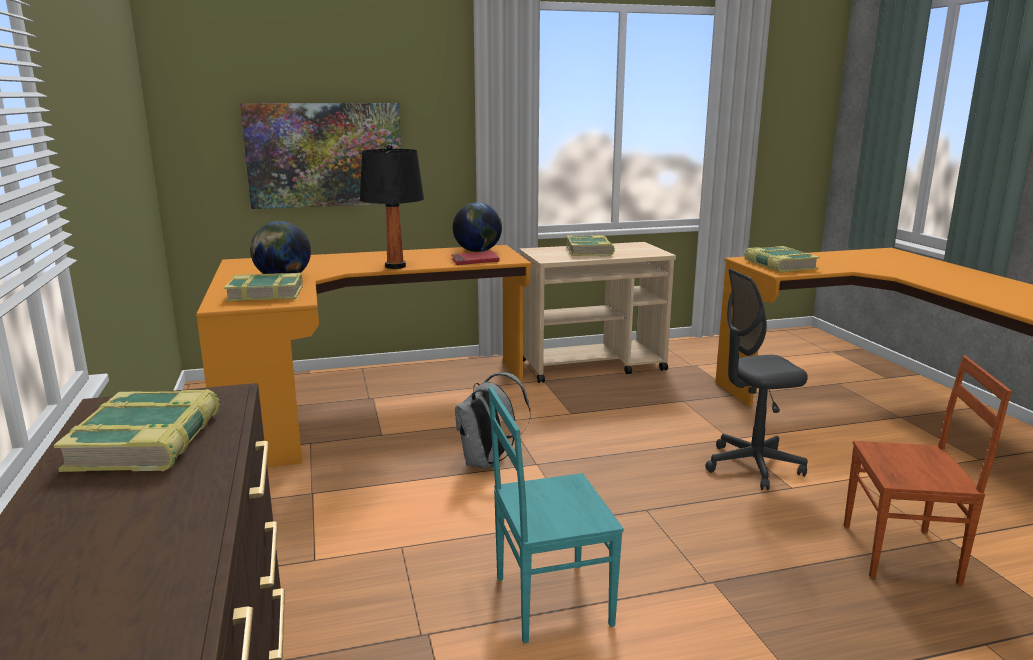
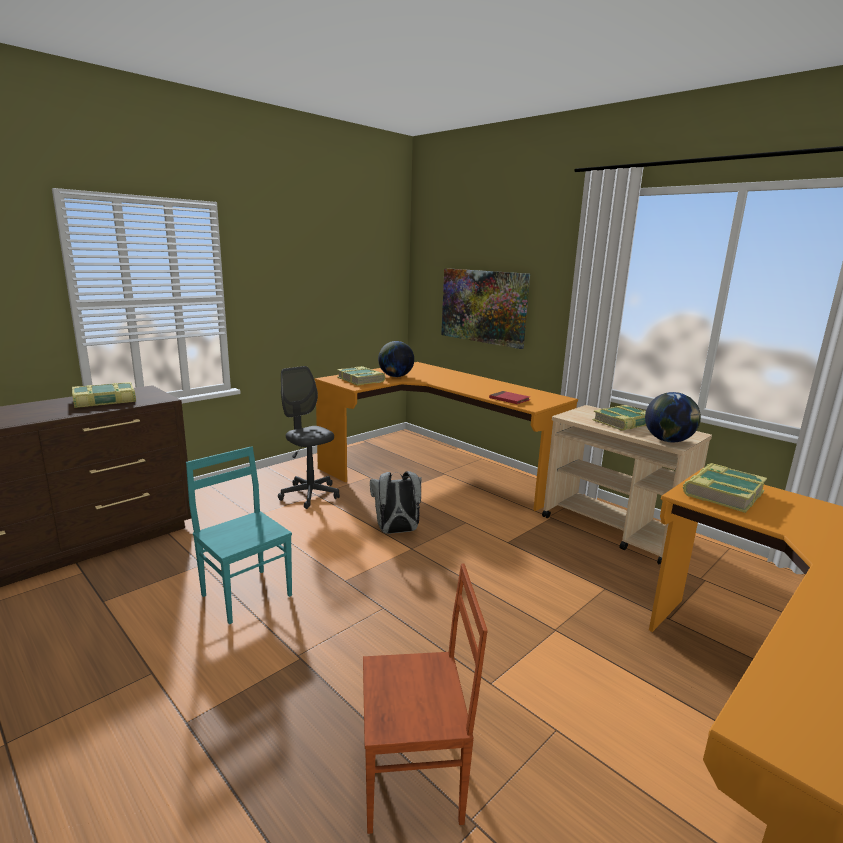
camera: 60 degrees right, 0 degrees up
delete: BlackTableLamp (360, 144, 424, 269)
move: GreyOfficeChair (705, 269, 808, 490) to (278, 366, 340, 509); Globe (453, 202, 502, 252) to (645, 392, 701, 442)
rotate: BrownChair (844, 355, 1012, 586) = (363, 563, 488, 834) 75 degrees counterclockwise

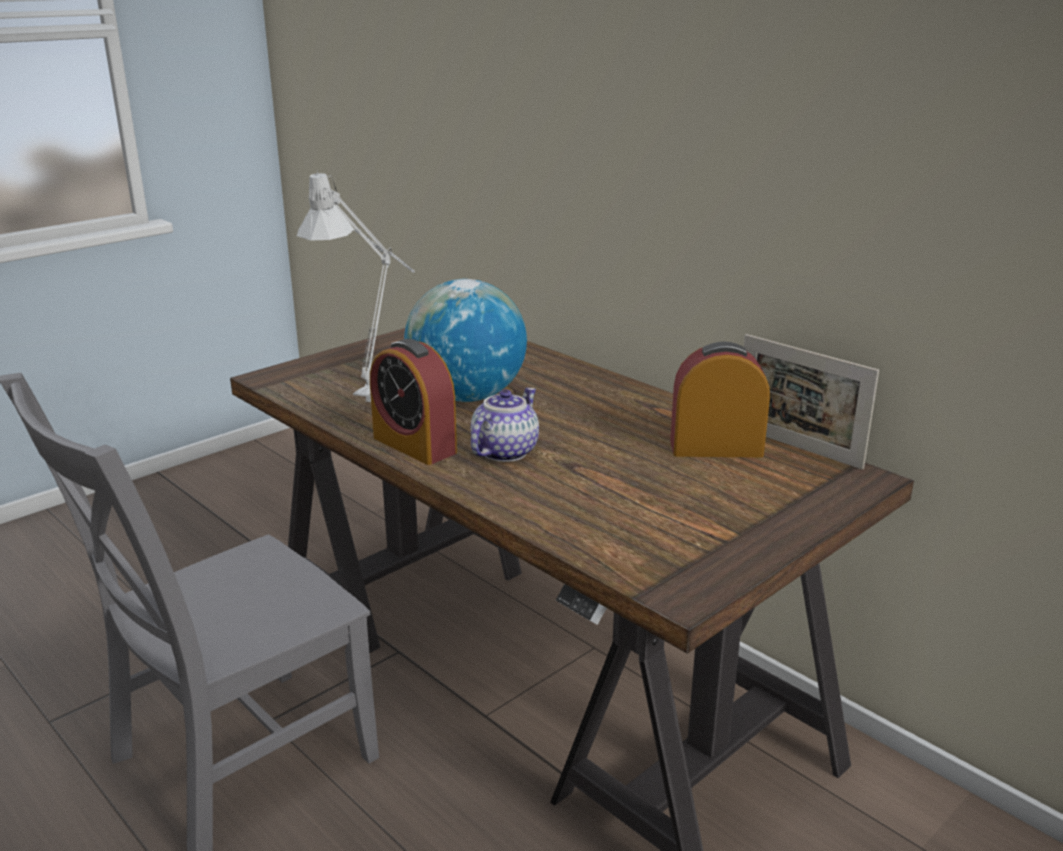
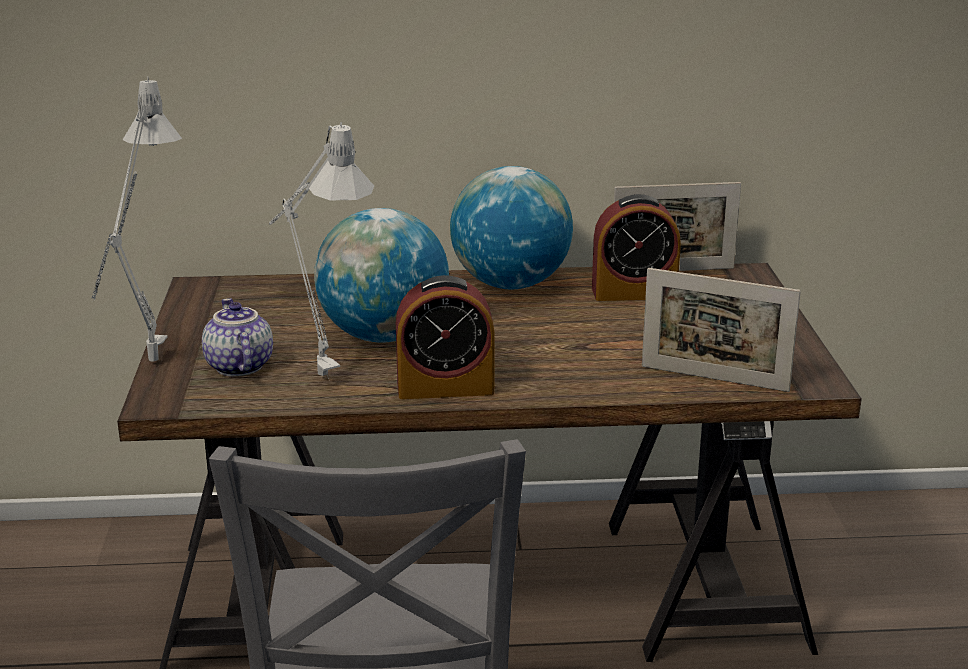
camera: 50 degrees left, 0 degrees up
insert: GreyTableLamp (92, 76, 182, 362); Globe (450, 166, 573, 289); PictureFrame (642, 268, 801, 392)
move: Teapot (471, 388, 539, 462) to (202, 298, 273, 377)
rotate: AlarmClock (670, 341, 770, 458) = (592, 194, 681, 301) 135 degrees counterclockwise

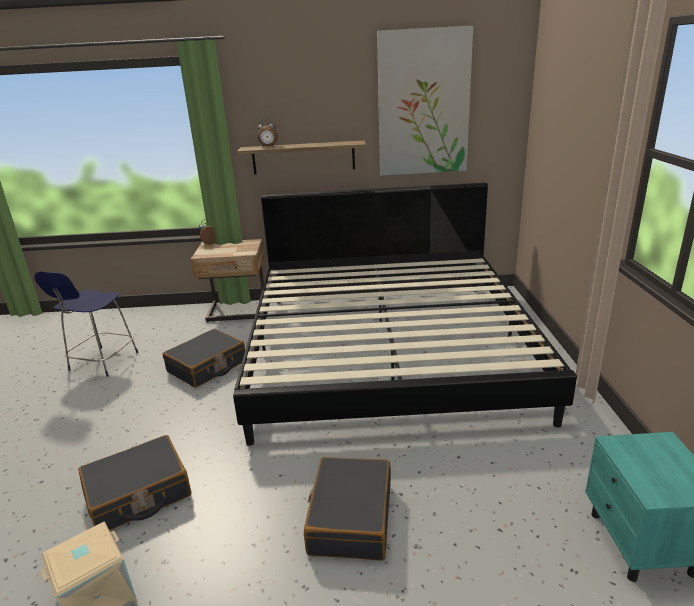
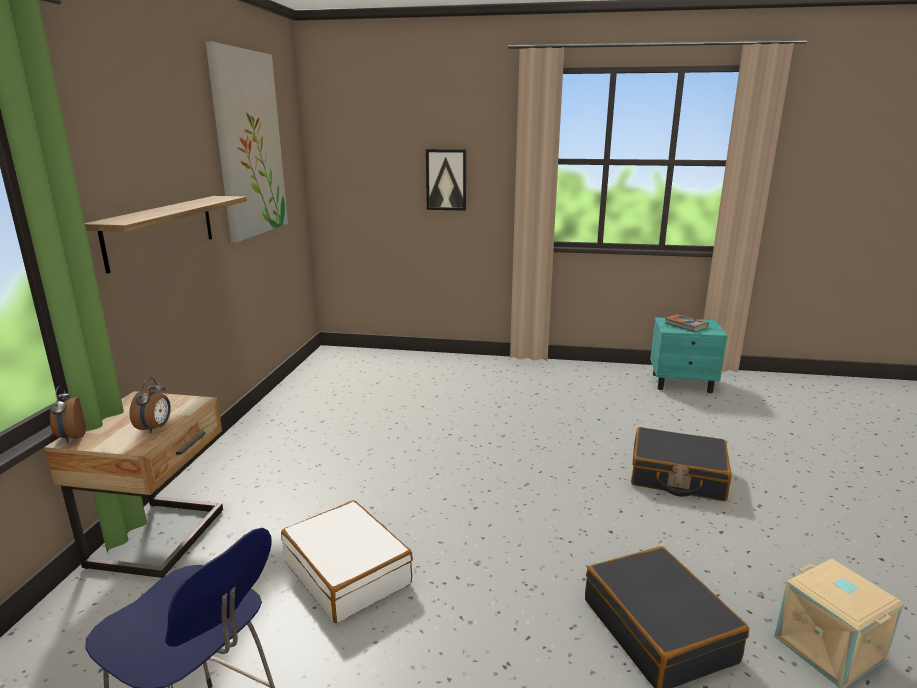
camera: 80 degrees left, 5 degrees down
delete: Bed (233, 183, 577, 446)
insert: Picture (426, 149, 467, 211); Book (665, 314, 709, 332)
move: AlarmClock (257, 118, 278, 147) to (129, 378, 171, 433)
recolor: BlackSuitcase (162, 329, 245, 388) to WhiteSuitcase (281, 500, 413, 623)

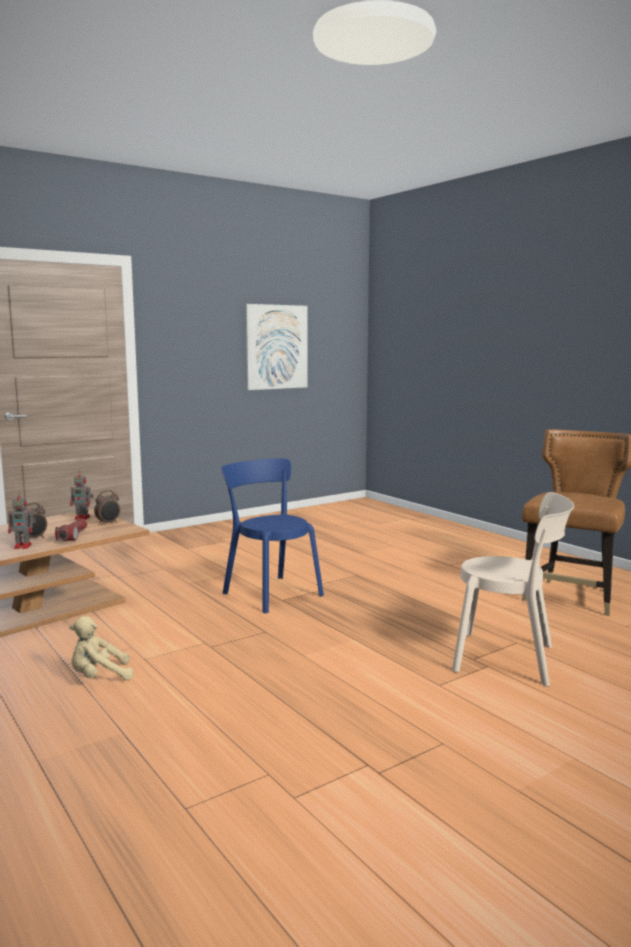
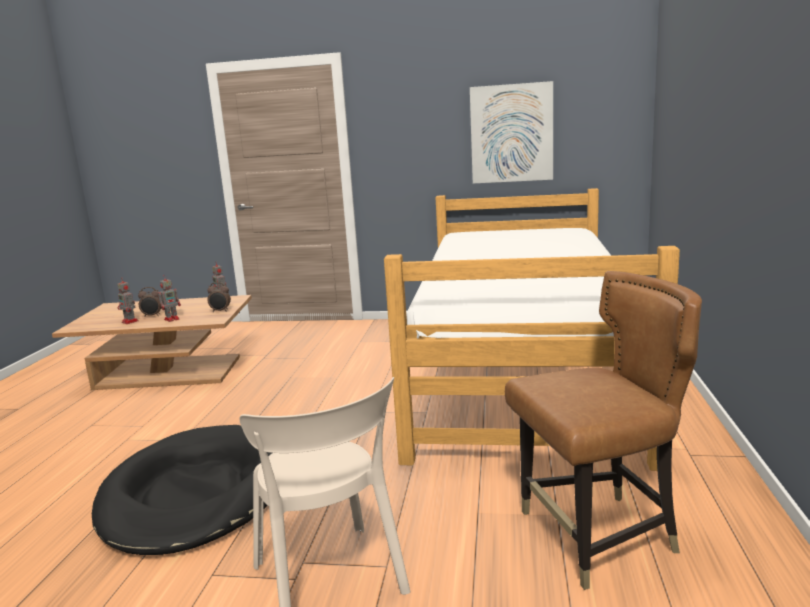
camera: 45 degrees right, 5 degrees up
delete: BeigePlushToy (69, 616, 133, 680); BlueChair (221, 458, 324, 614)
insert: BlackDogBed (92, 425, 272, 555); Bed (384, 188, 680, 471)
replace: Flashlight (55, 519, 87, 541) to ToyRobot (158, 275, 181, 322)

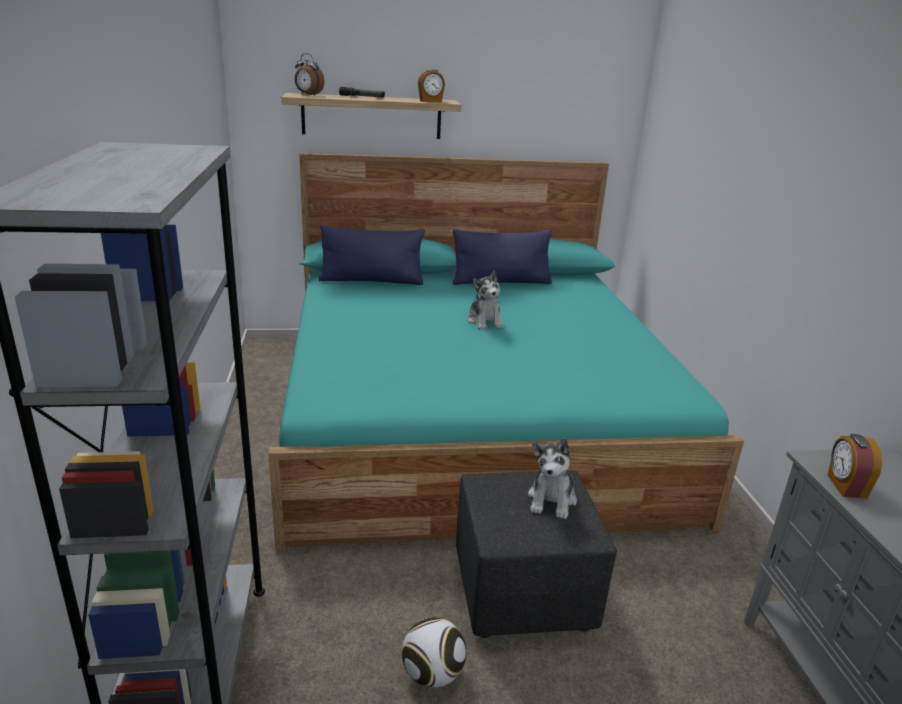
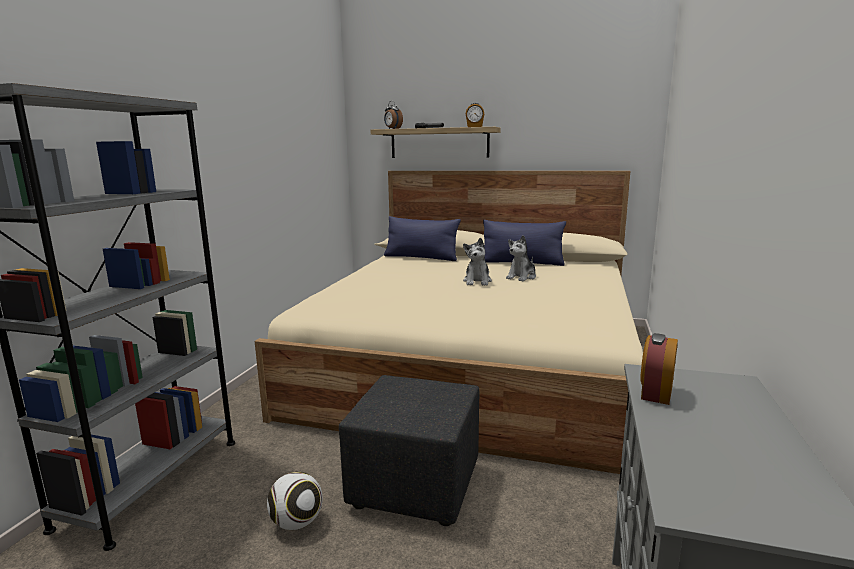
camera: 25 degrees right, 10 degrees down
move: PlushToy (528, 438, 577, 519) to (506, 235, 536, 281)
recolor: TurquoiseBed (268, 153, 744, 551) to BeigeBed (255, 171, 643, 474)

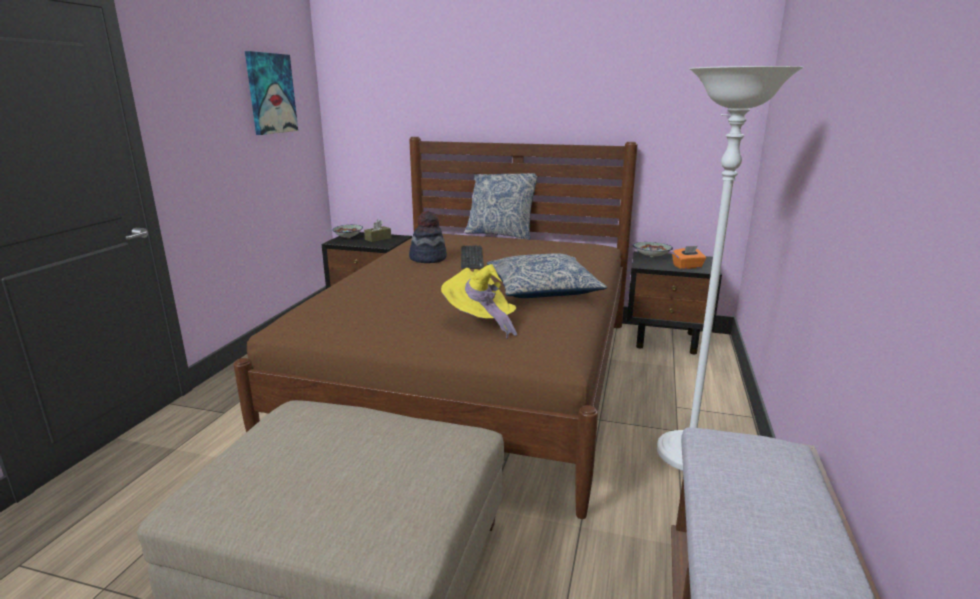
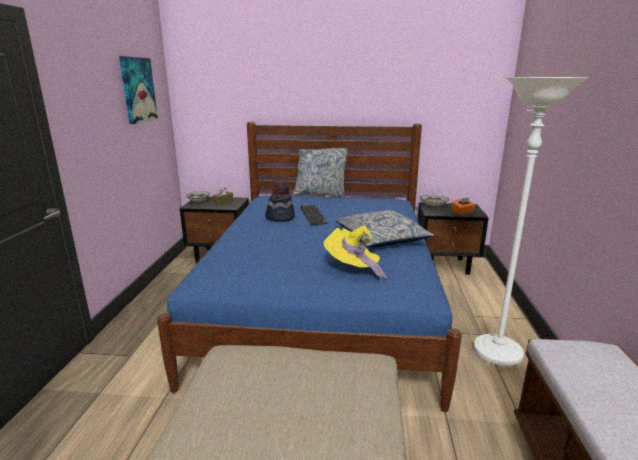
camera: 10 degrees left, 0 degrees up
recolor: BrownBed (233, 137, 638, 519) to BlueBed (157, 122, 462, 412)

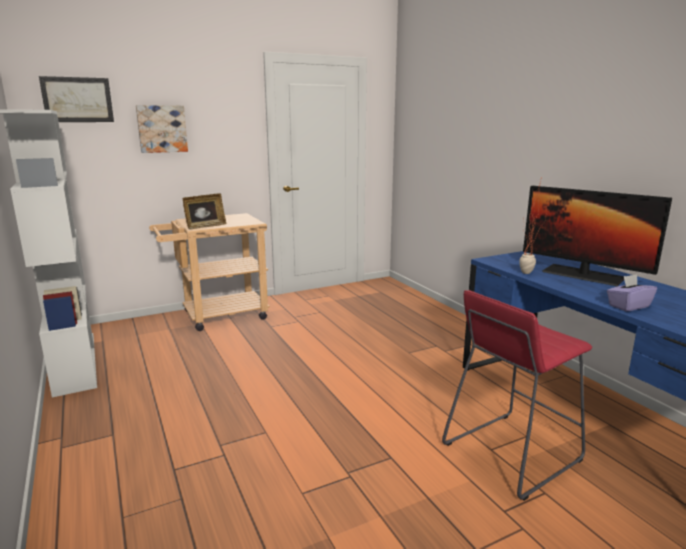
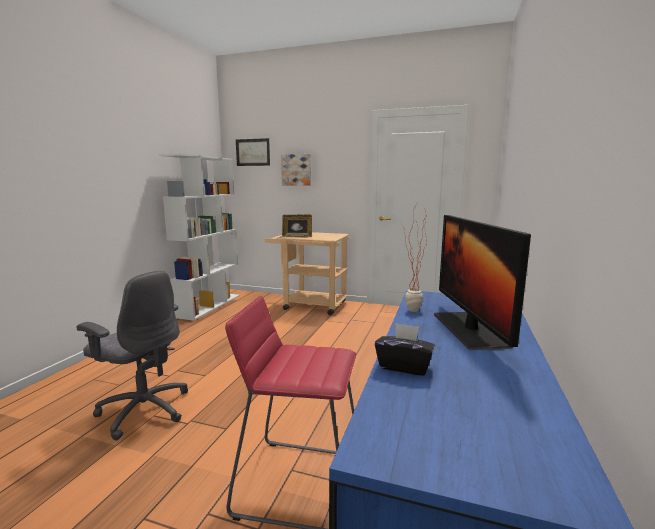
camera: 45 degrees right, 5 degrees down
insert: GreyOfficeChair (77, 270, 188, 441)
recolor: PurpleTissueBox (607, 274, 657, 312) to BlackTissueBox (375, 323, 435, 376)

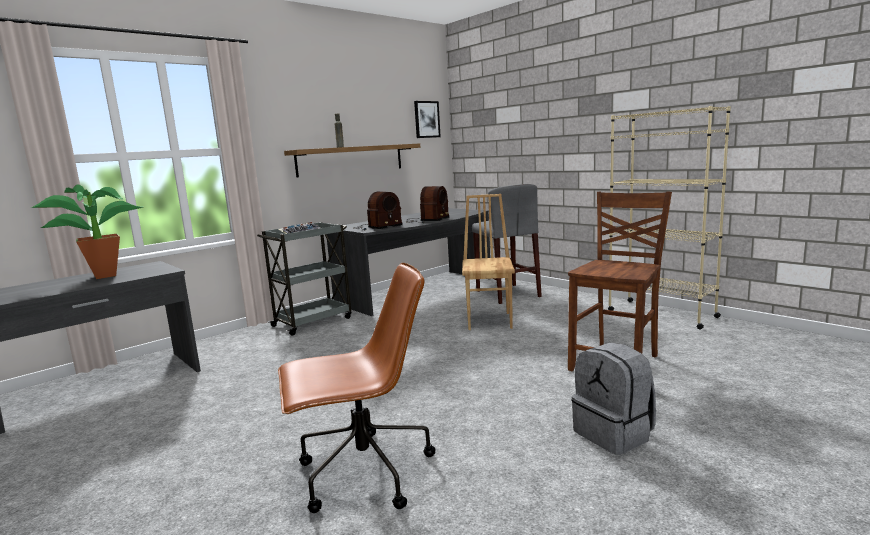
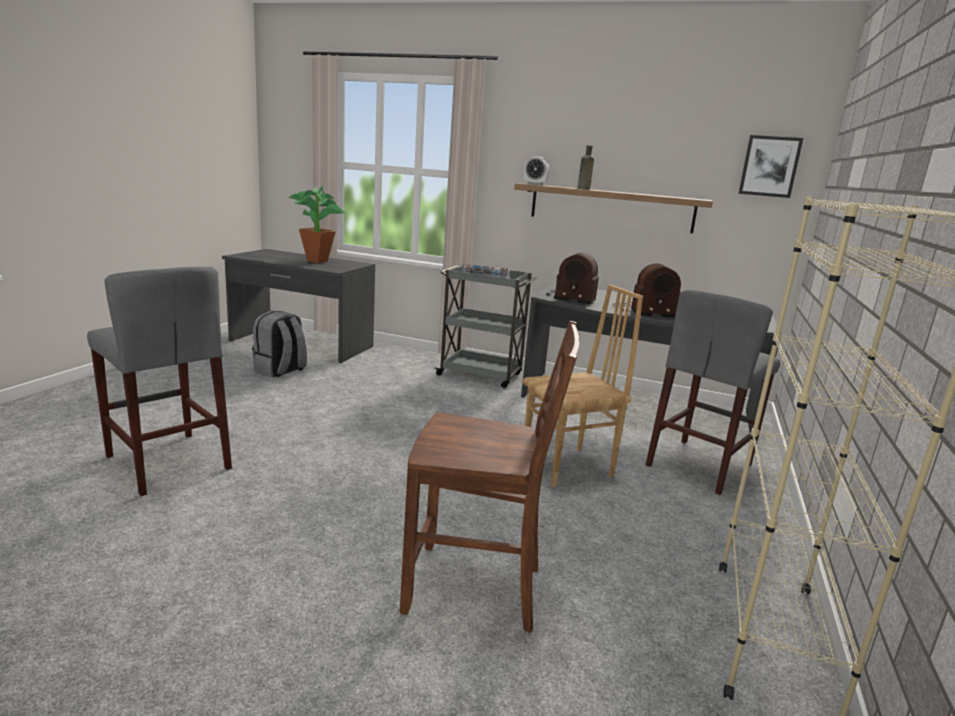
camera: 60 degrees right, 5 degrees up
insert: AlarmClock (524, 156, 549, 185)
move: GreyBackpack (572, 342, 656, 455) to (252, 311, 307, 377)
replace: BrownOfficeChair (278, 263, 435, 513) to GreyStool (87, 267, 232, 496)

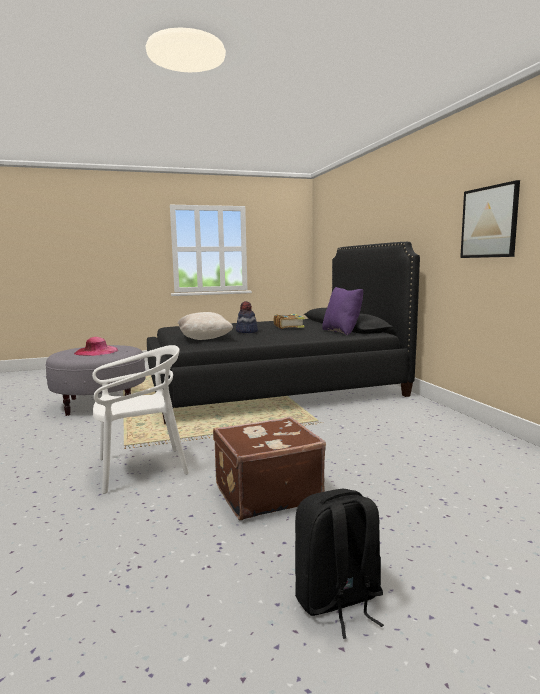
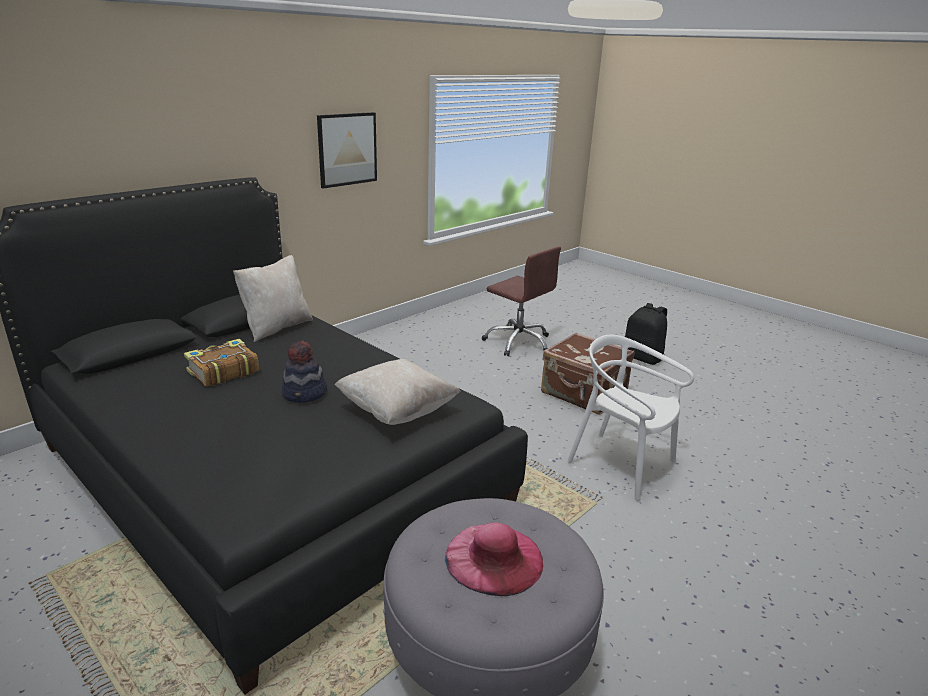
camera: 120 degrees left, 15 degrees up
insert: BrownOfficeChair (482, 246, 561, 356)
recolor: PurplePillow (322, 287, 363, 336) to BeigePillow (233, 255, 313, 342)

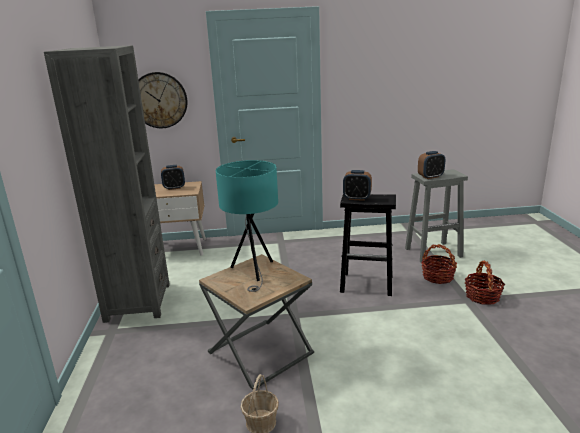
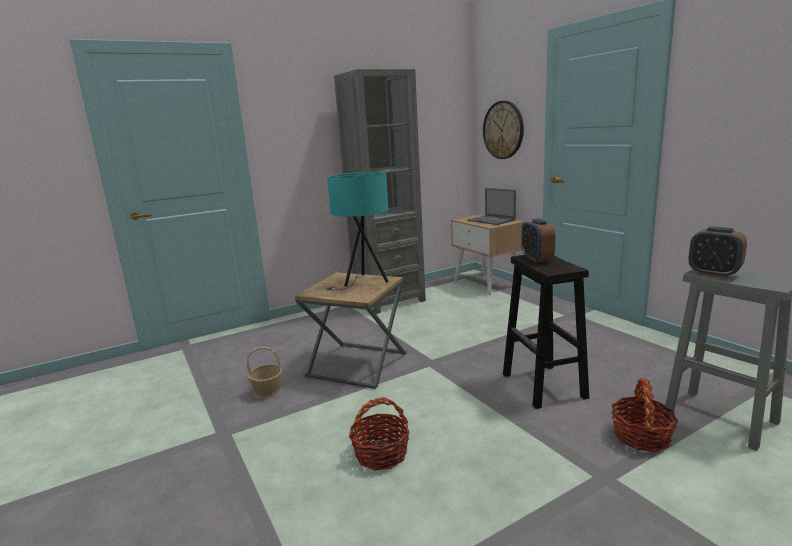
camera: 65 degrees right, 5 degrees down
move: Basket (465, 260, 505, 305) to (349, 397, 409, 470)
replace: AlarmClock (161, 165, 185, 190) to Laptop (467, 188, 516, 225)

